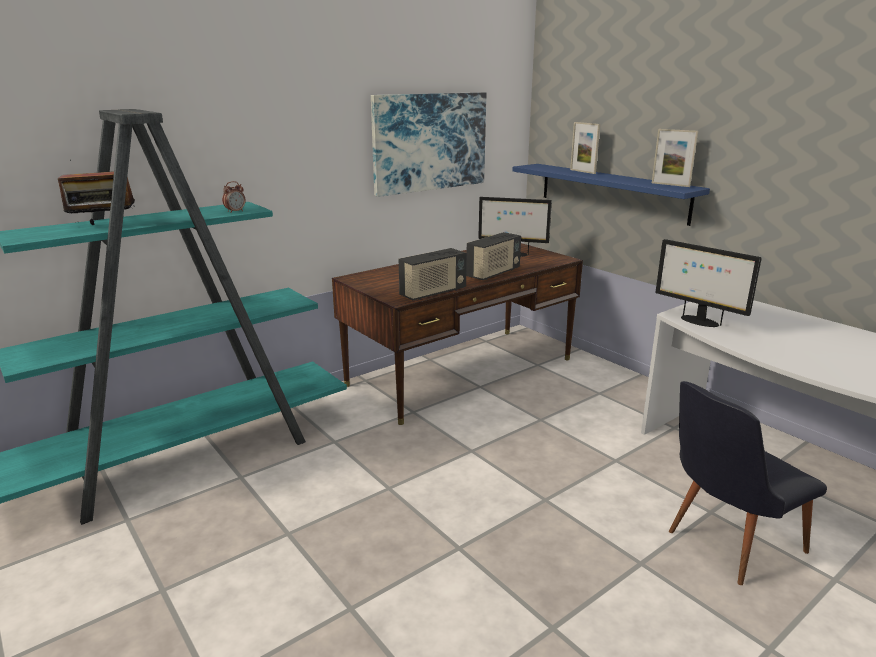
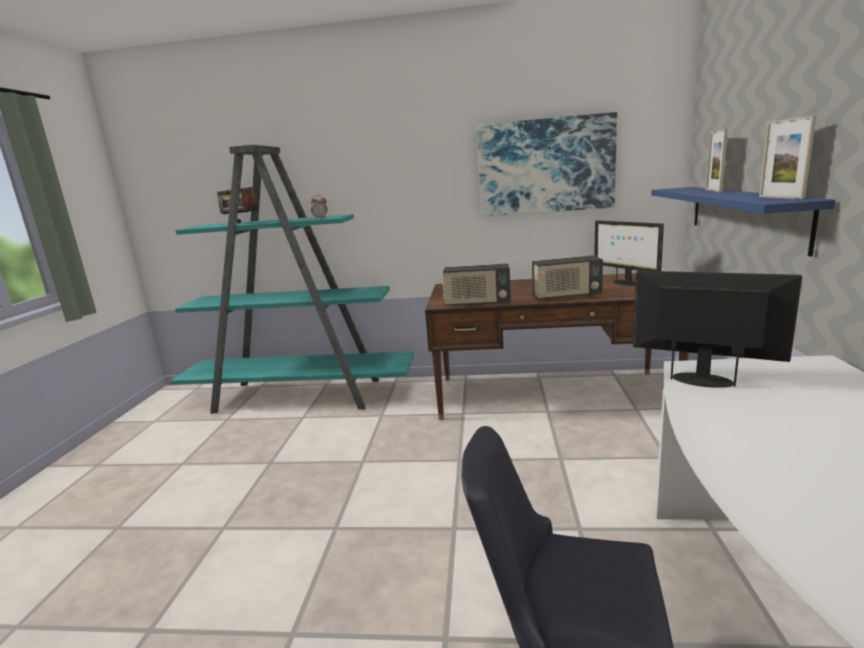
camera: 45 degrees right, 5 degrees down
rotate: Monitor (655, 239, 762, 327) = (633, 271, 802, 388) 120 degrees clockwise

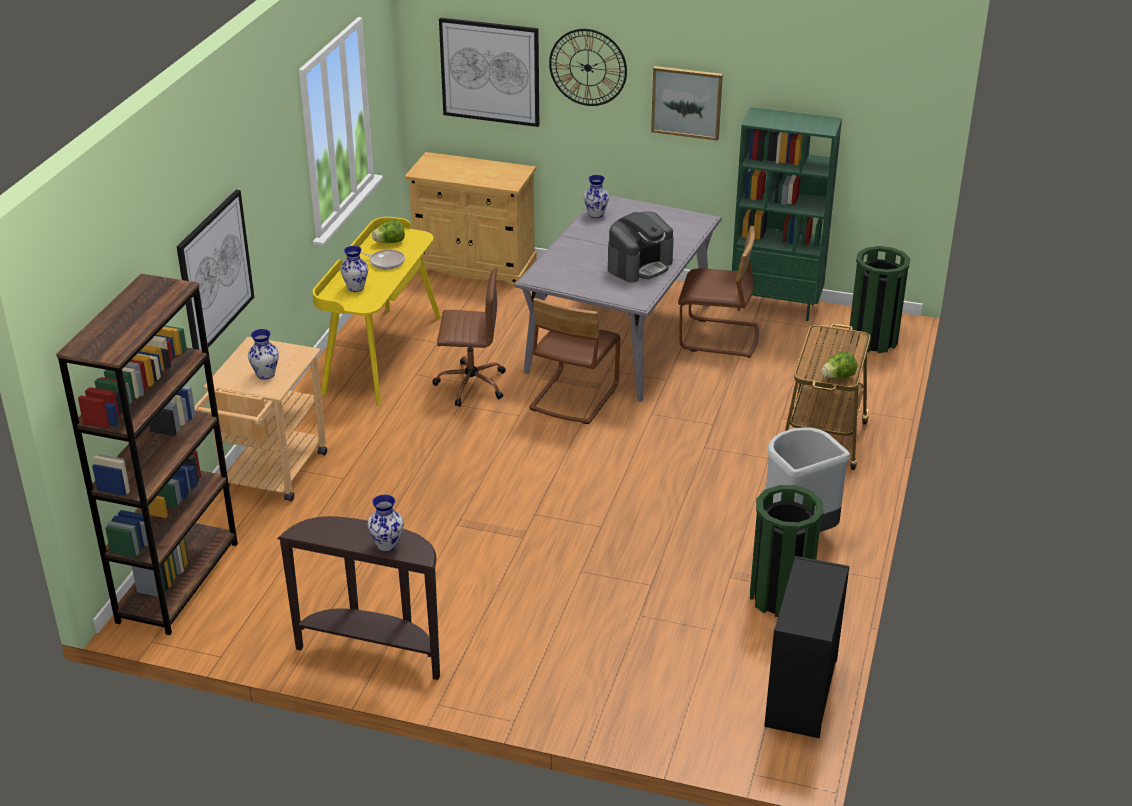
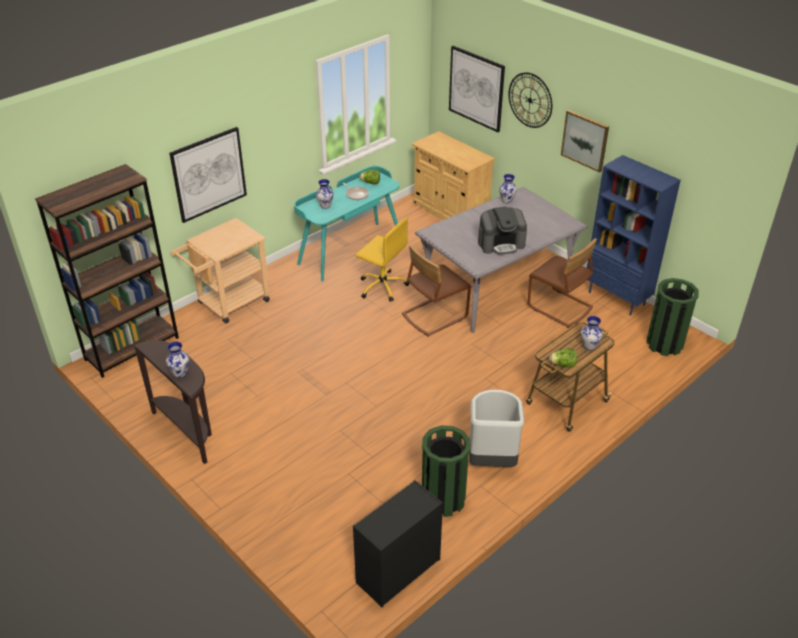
camera: 30 degrees right, 5 degrees up
move: Vase (248, 329, 279, 380) to (581, 316, 603, 350)
recolor: YellowDesk (312, 217, 441, 405) to TurquoiseDesk (294, 166, 399, 281); BrownOfficeChair (432, 268, 506, 407) to YellowOfficeChair (356, 218, 409, 302); GreenBookcase (732, 107, 842, 321) to BlueBookcase (587, 155, 681, 316)

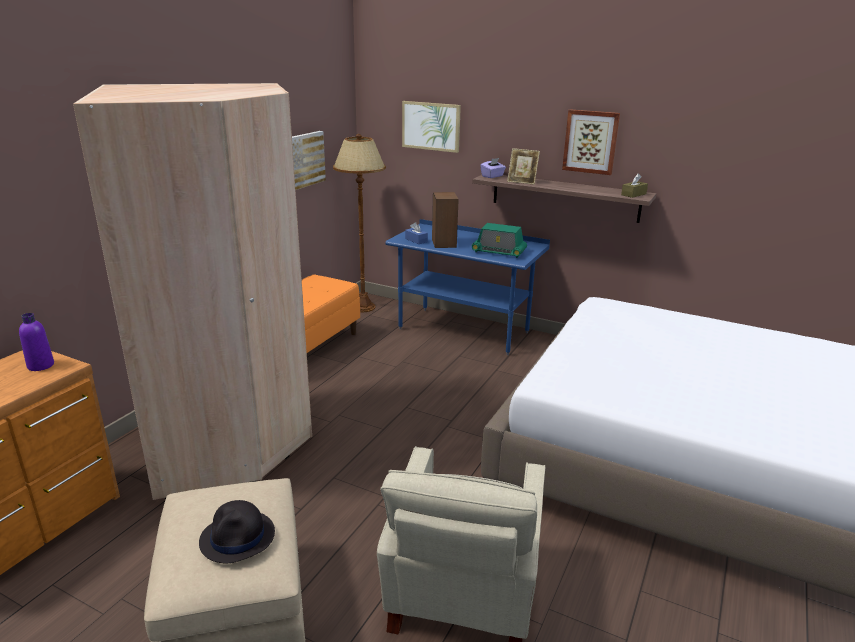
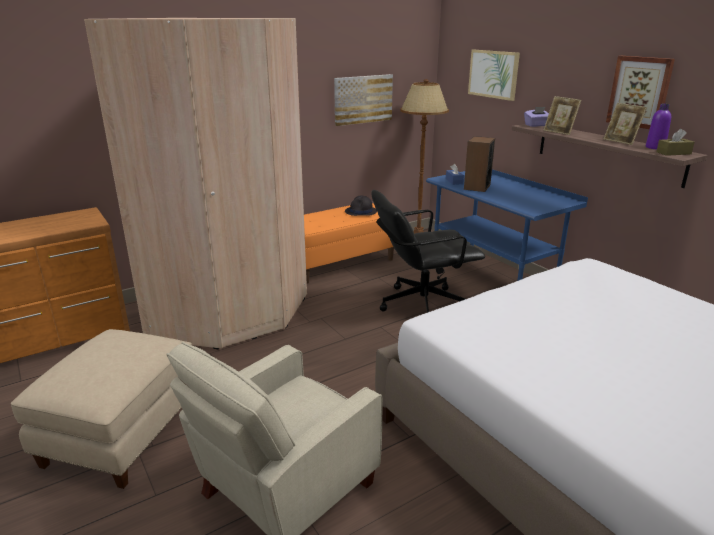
camera: 30 degrees right, 0 degrees up
delete: Radio (472, 223, 527, 258)
insert: BlackOfficeChair (371, 190, 485, 313); PictureFrame (604, 103, 647, 145)
move: BlackHat (199, 500, 275, 563) to (345, 196, 377, 216); PurpleBottle (19, 313, 54, 371) to (646, 104, 671, 149)

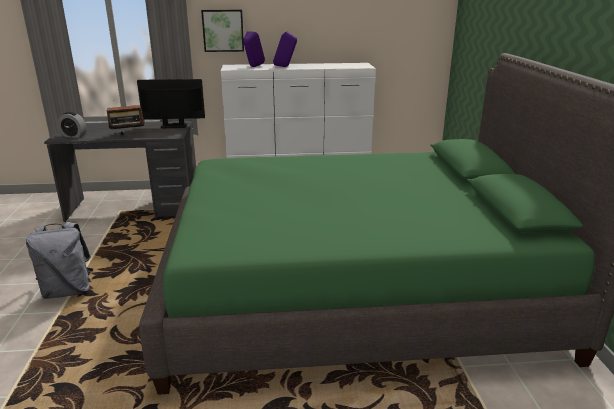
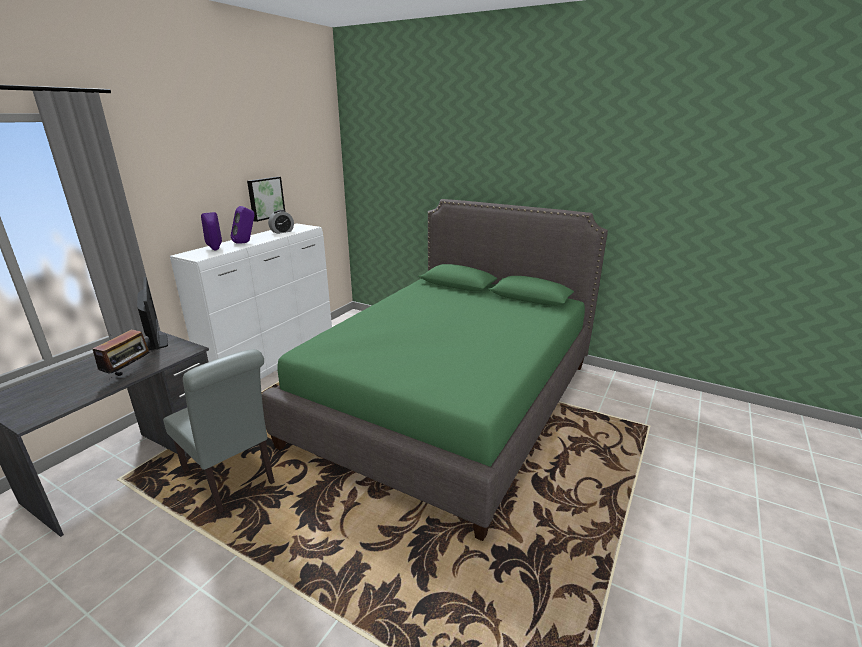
camera: 55 degrees left, 0 degrees up
delete: GreyBackpack (26, 222, 93, 299)
insert: GreyChair (163, 349, 275, 513)
move: Picture (201, 10, 244, 52) to (247, 177, 285, 222); AlarmClock (58, 112, 87, 138) to (268, 210, 294, 234)
rotate: Monitor (137, 79, 205, 128) = (137, 277, 168, 350) 120 degrees clockwise

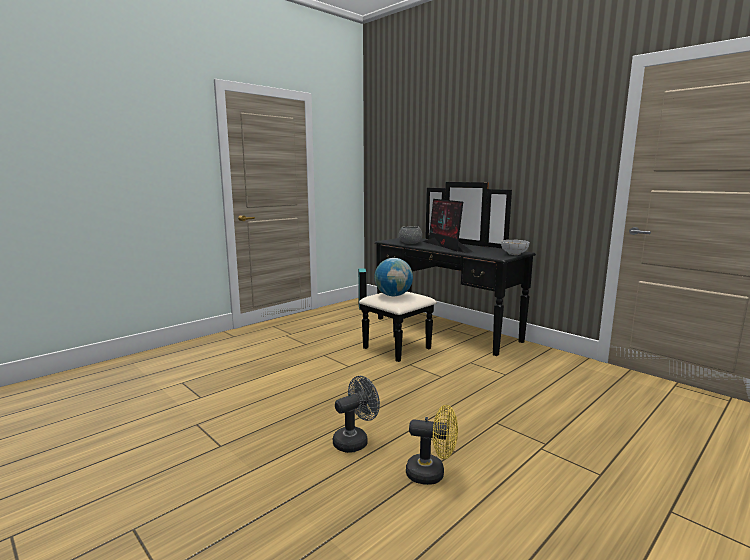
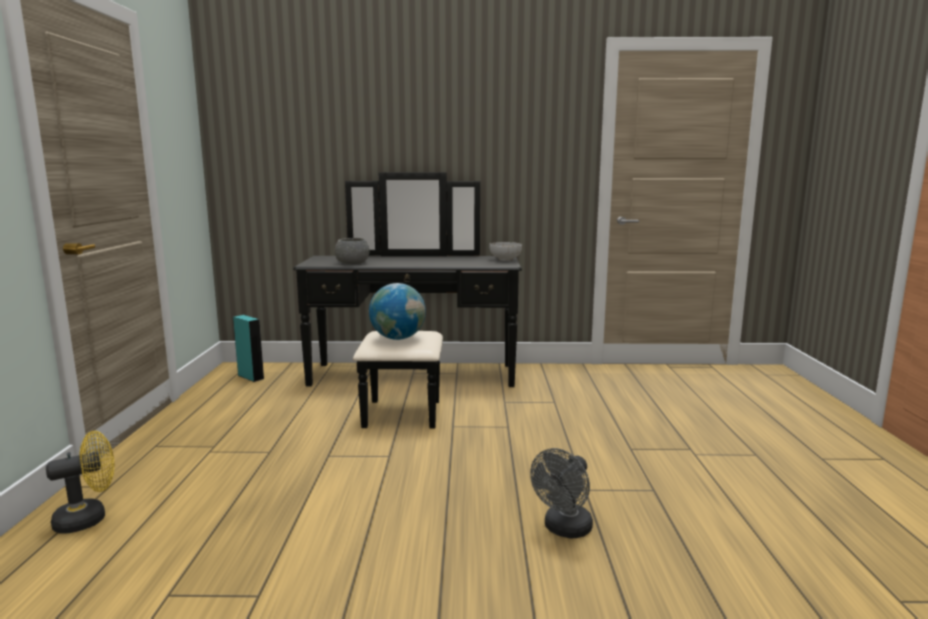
camera: 45 degrees left, 0 degrees up
delete: Monitor (422, 199, 473, 253)
move: YellowFan (406, 405, 458, 485) to (46, 431, 114, 533)
rotate: GreyFan (333, 376, 380, 453) = (530, 448, 593, 539) 150 degrees counterclockwise

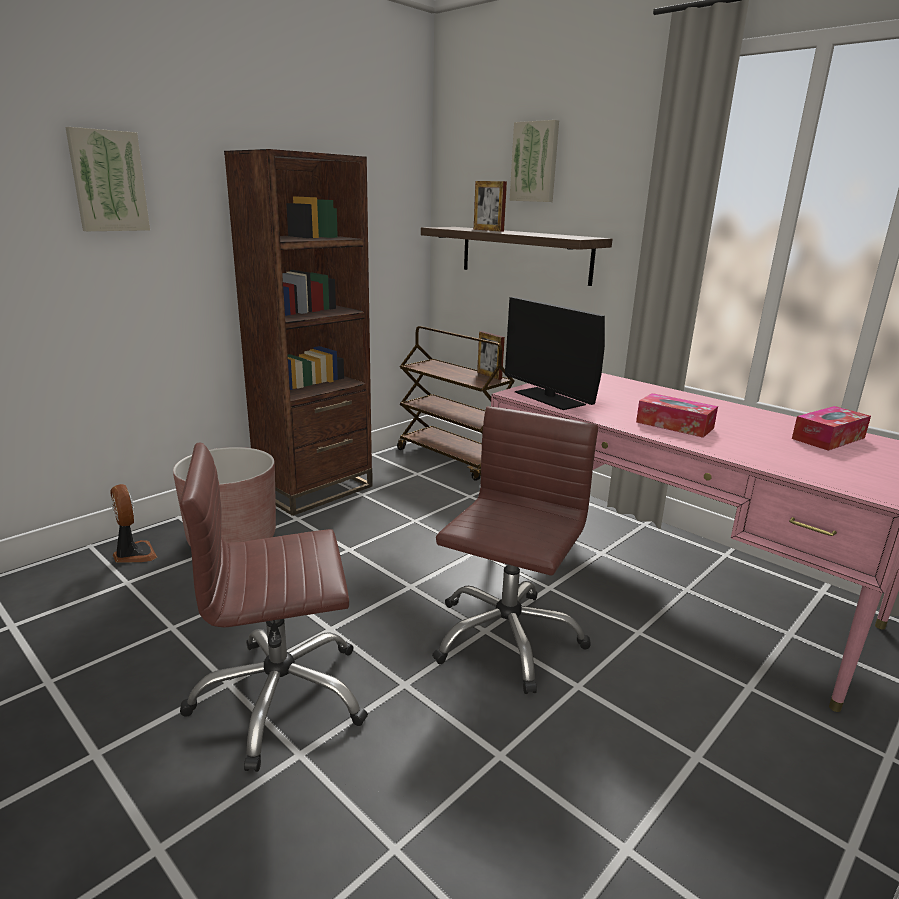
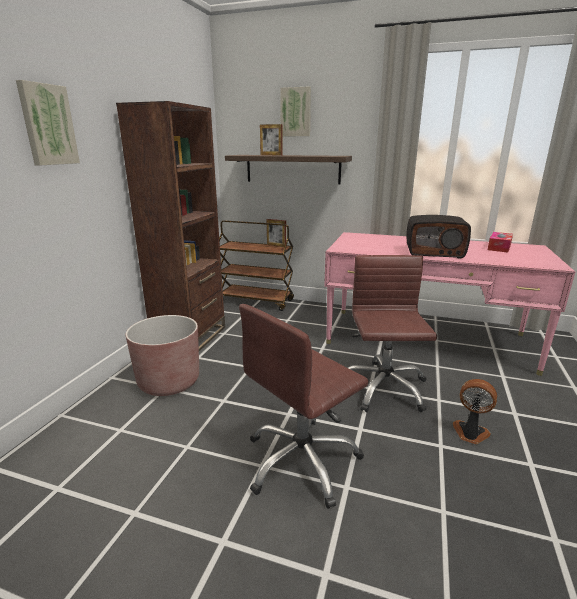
camera: 25 degrees left, 0 degrees up
delete: Monitor (505, 297, 605, 410)
move: Fan (110, 484, 157, 562) to (453, 379, 497, 444)
replace: TissueBox (636, 393, 718, 438) to Radio (406, 215, 471, 258)

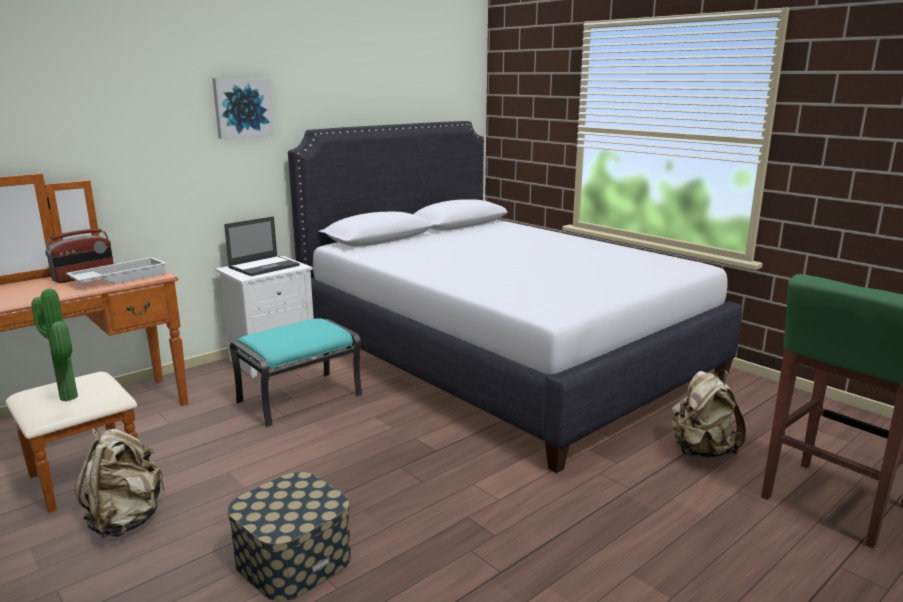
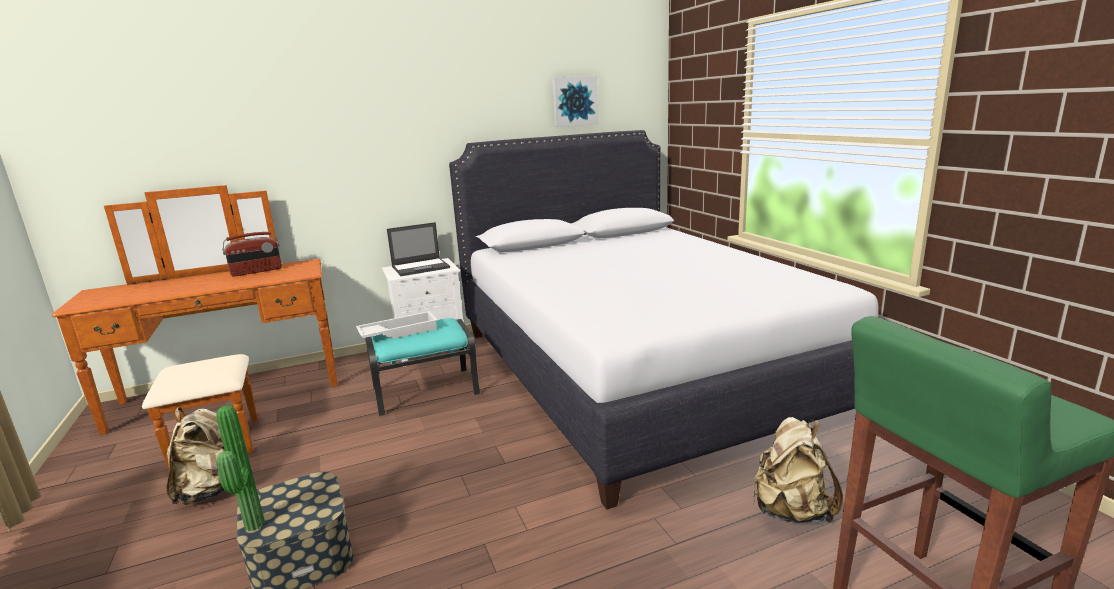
camera: 20 degrees right, 0 degrees up
move: PottedPlant (31, 289, 78, 401) to (216, 406, 265, 531); WhiteTray (66, 257, 167, 284) to (356, 311, 438, 339); Picture (212, 78, 274, 139) to (552, 76, 598, 127)

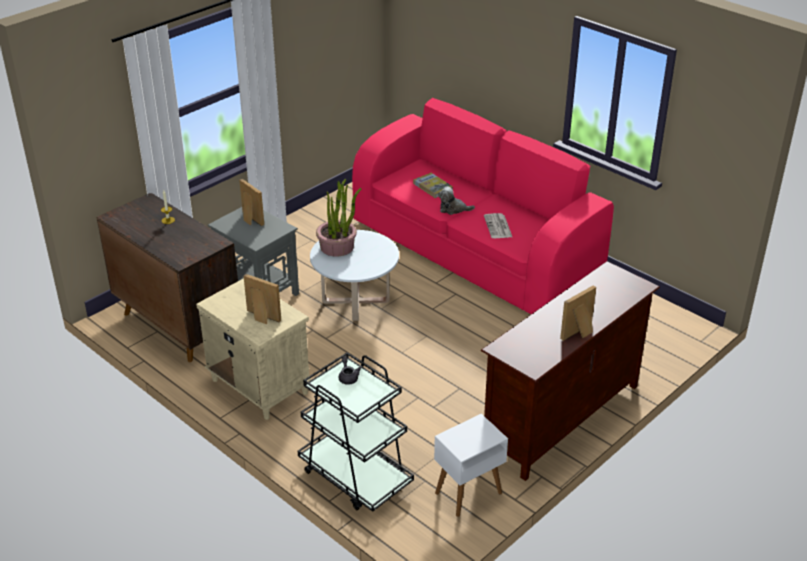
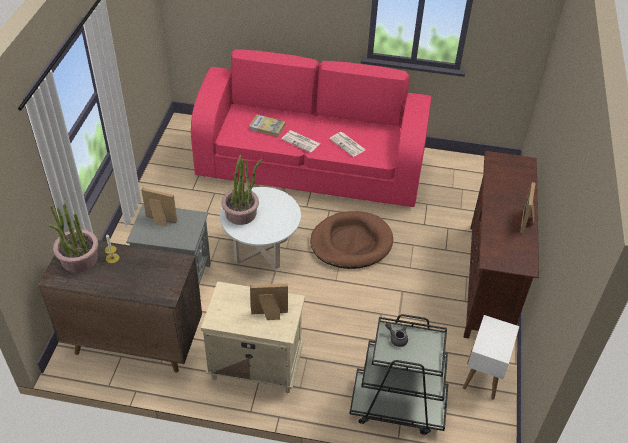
camera: 35 degrees left, 10 degrees up
insert: PottedPlant (49, 202, 98, 273); BrownDogBed (310, 211, 393, 269)
replace: PlushToy (438, 186, 475, 215) to Newspaper (281, 130, 320, 153)

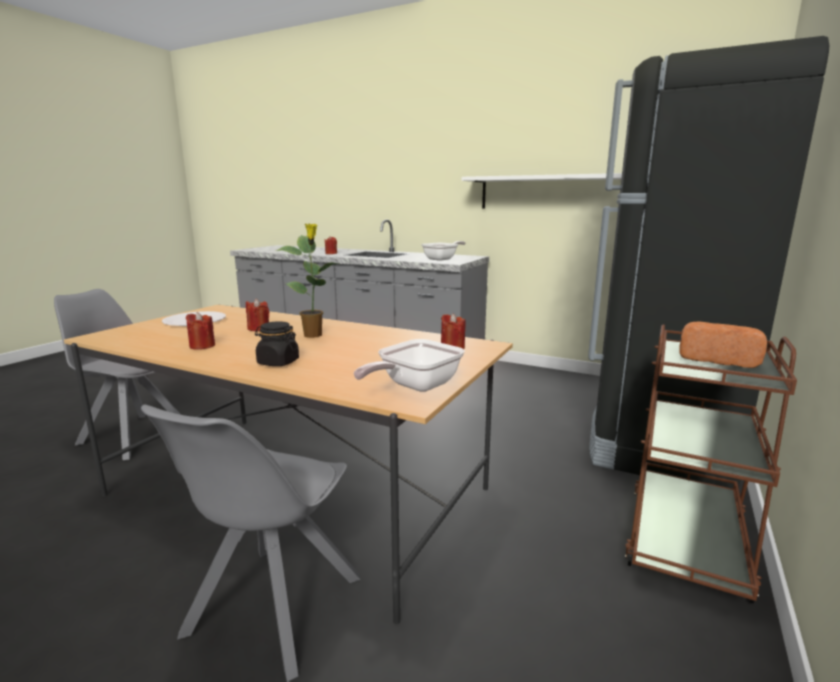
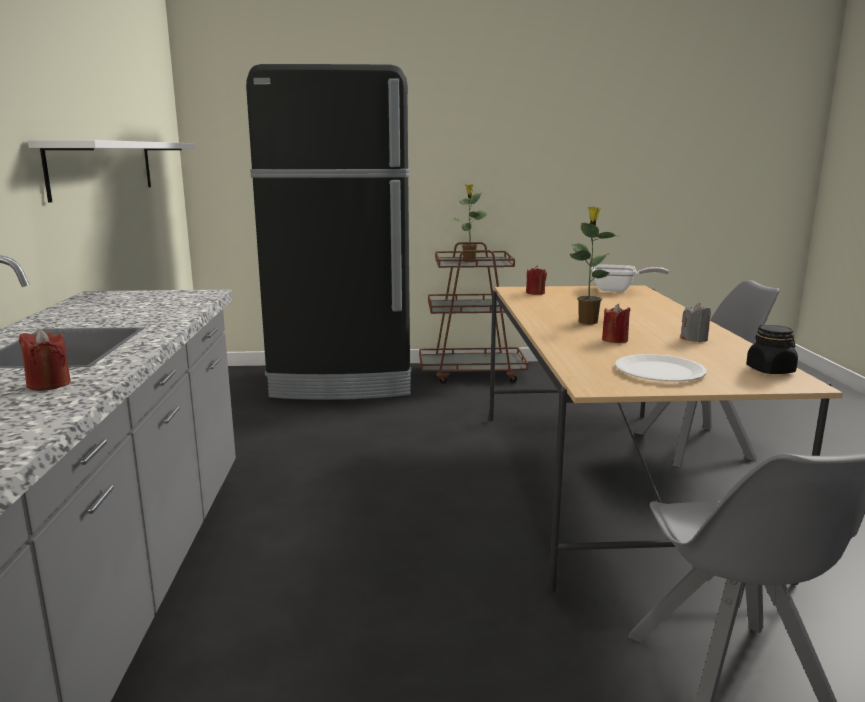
camera: 120 degrees left, 0 degrees up
delete: FryingPan (421, 241, 465, 261)
move: BlackJar (255, 321, 299, 366) to (746, 325, 798, 374)
replace: Bread (679, 322, 767, 368) to PottedPlant (450, 184, 489, 262)
recolor: RedCandle (186, 312, 215, 350) to GreyCandle (680, 303, 711, 342)

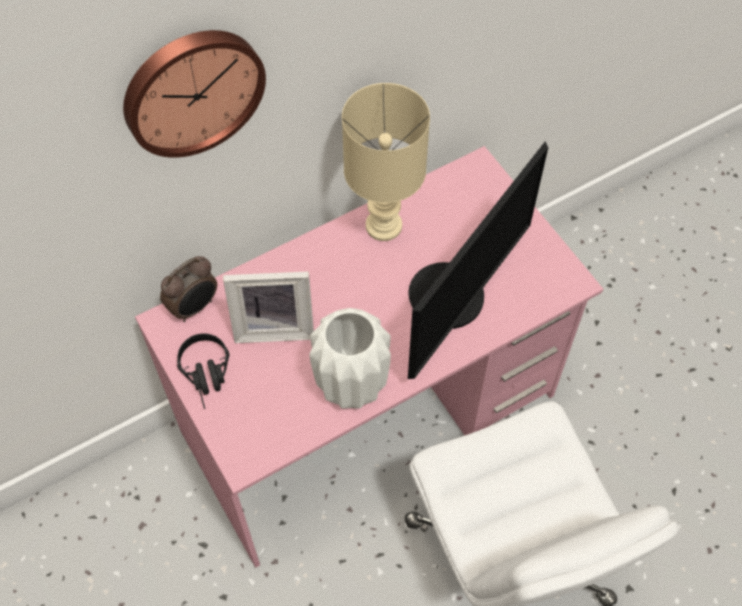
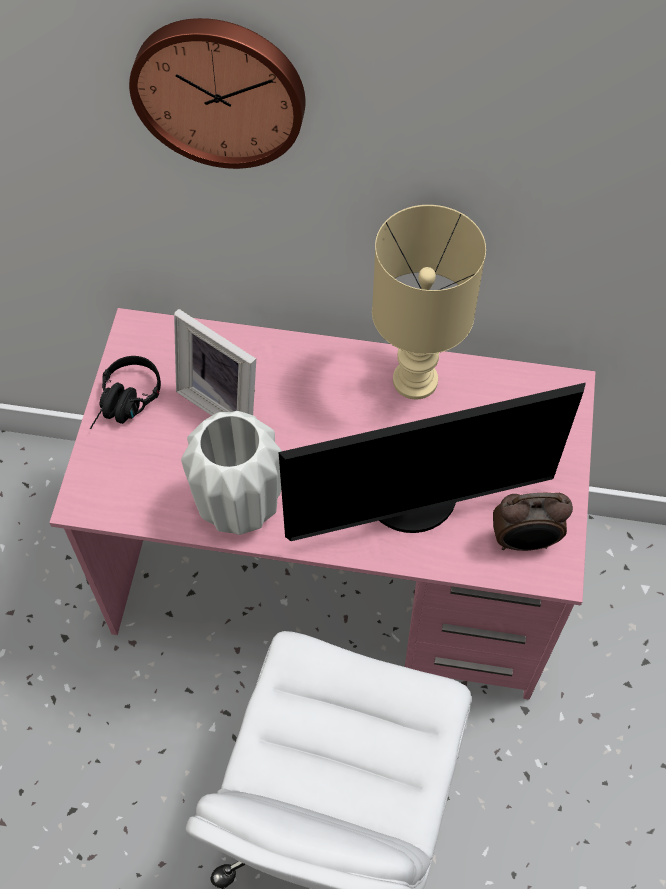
camera: 40 degrees right, 0 degrees up
move: AlarmClock (160, 256, 217, 322) to (493, 493, 573, 551)

